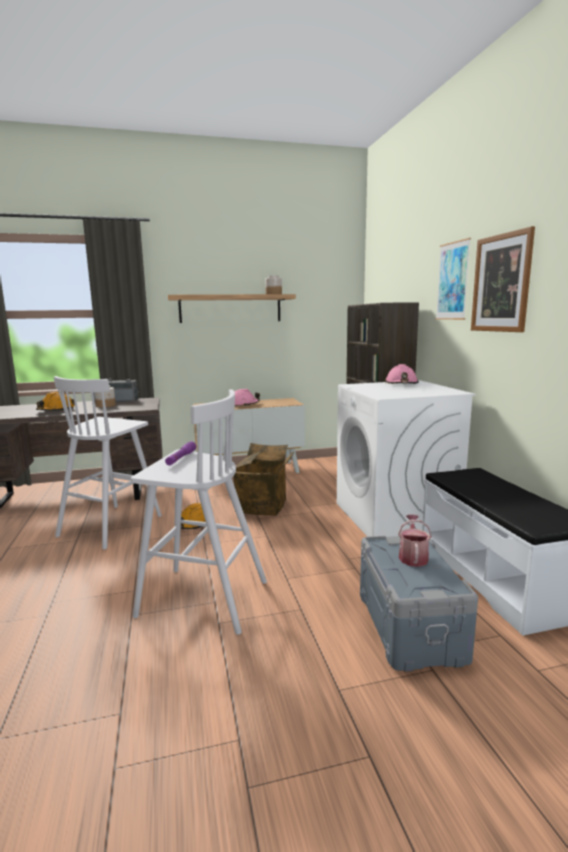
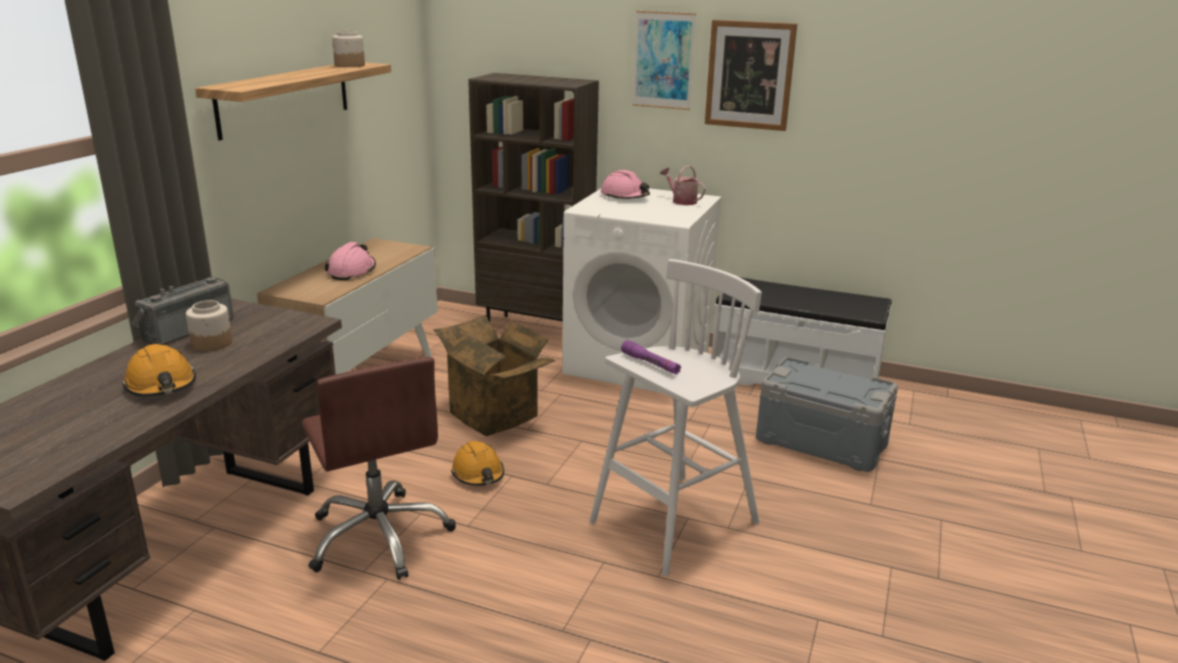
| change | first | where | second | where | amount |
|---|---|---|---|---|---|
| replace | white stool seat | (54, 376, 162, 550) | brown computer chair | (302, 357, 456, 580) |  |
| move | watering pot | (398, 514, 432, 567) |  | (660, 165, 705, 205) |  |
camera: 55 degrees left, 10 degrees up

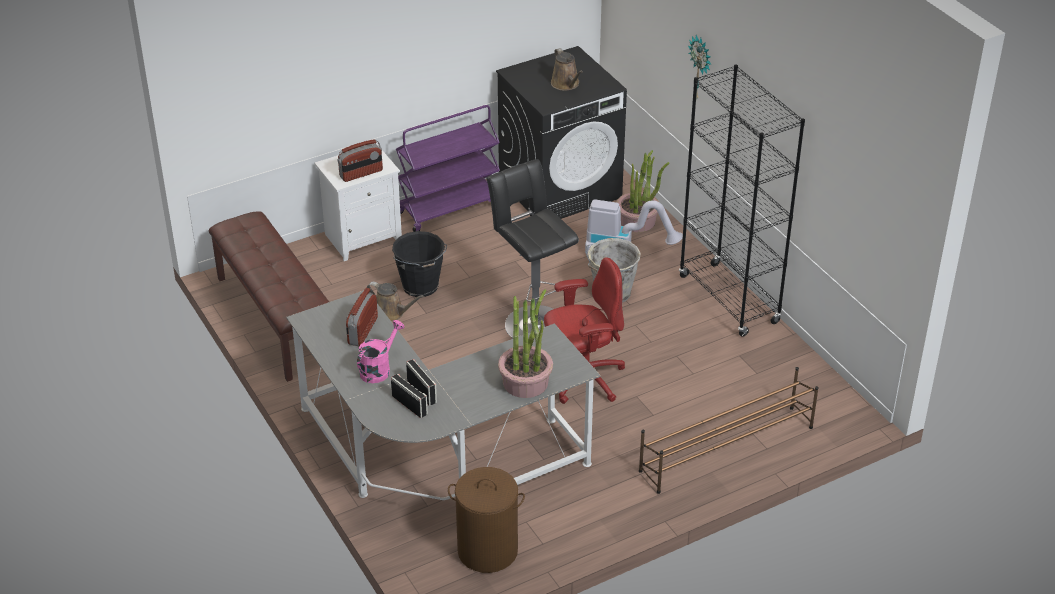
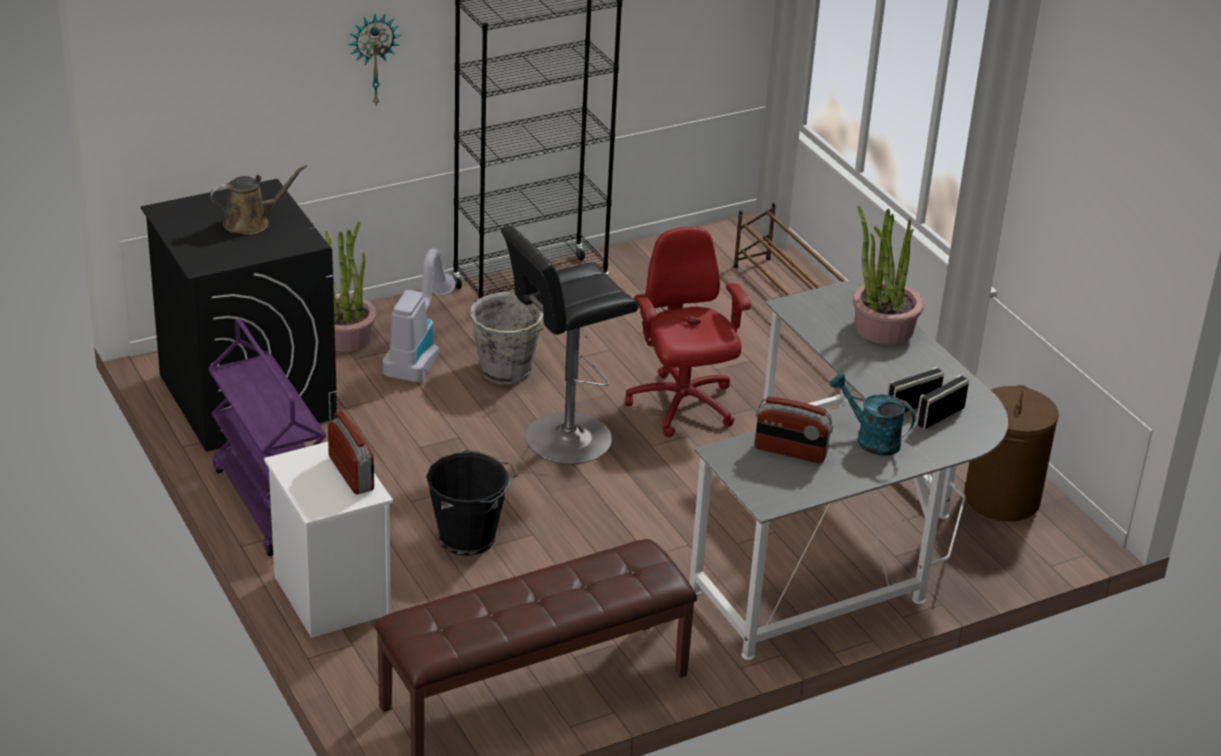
| change | first | where | second | where | amount |
|---|---|---|---|---|---|
| recolor | pinkish watering pot | (357, 320, 404, 383) | blue-green watering pot | (830, 373, 915, 456) |  |
| delete | brown watering pot | (367, 282, 424, 322) |  |  |  |
camera: 90 degrees left, 5 degrees down

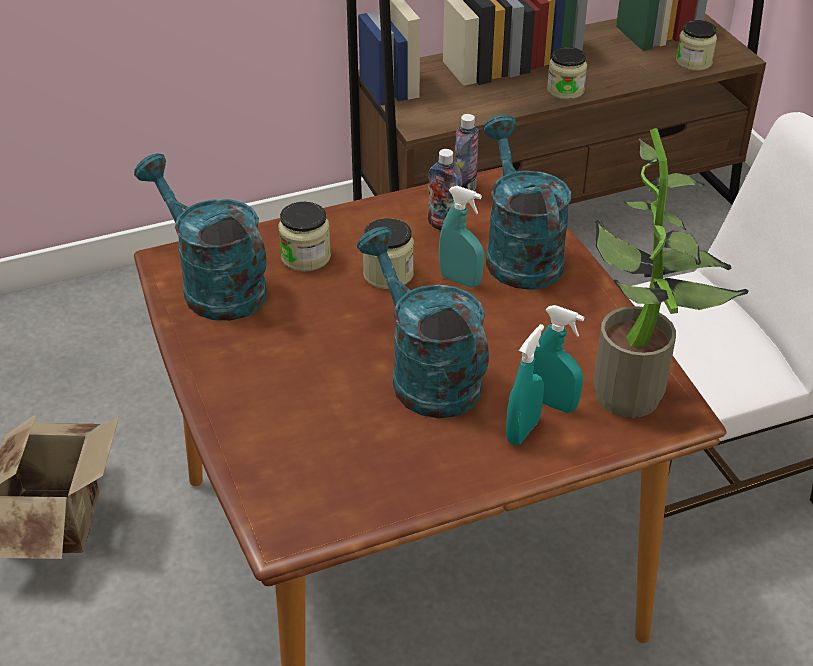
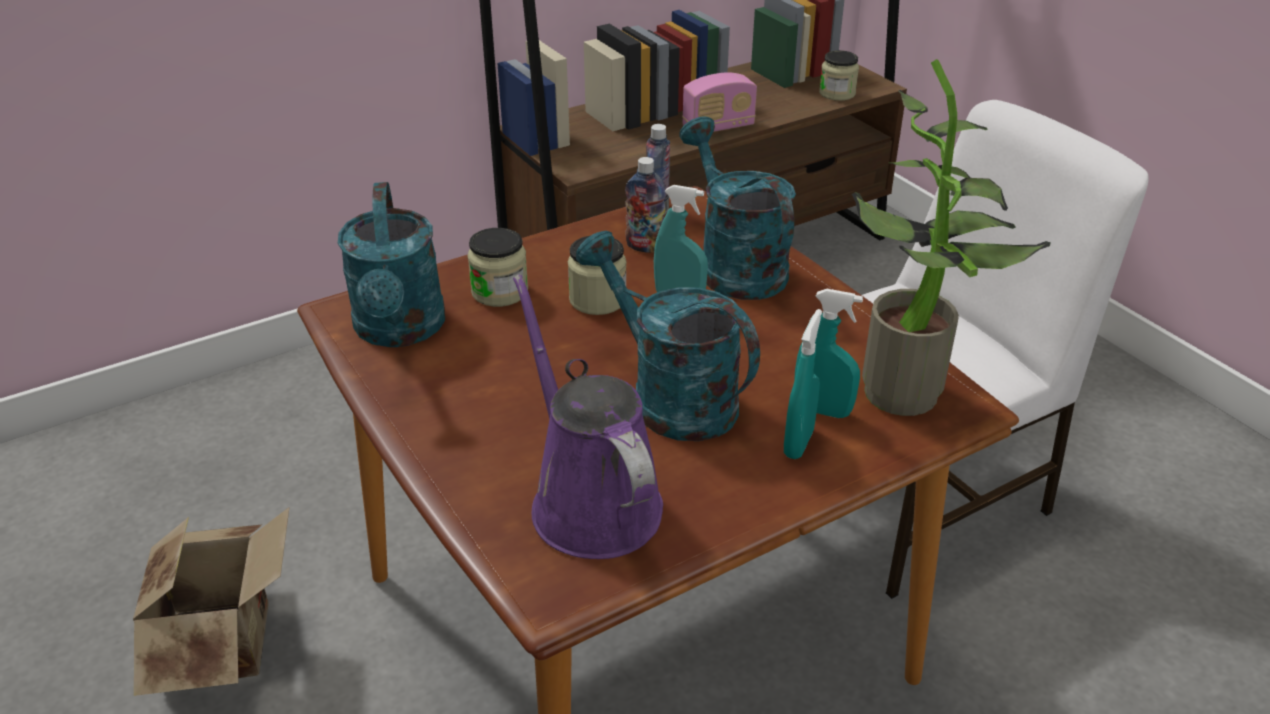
| change | first | where | second | where | amount |
|---|---|---|---|---|---|
| rotate | blue-green watering pot | (134, 153, 267, 321) |  | (338, 182, 445, 347) | 135 degrees counterclockwise |
| insert |  |  | purplish watering pot | (513, 274, 663, 559) |  |
| replace | storage jar | (547, 47, 587, 100) | radio | (682, 72, 757, 132) |  |
camera: 10 degrees left, 5 degrees down

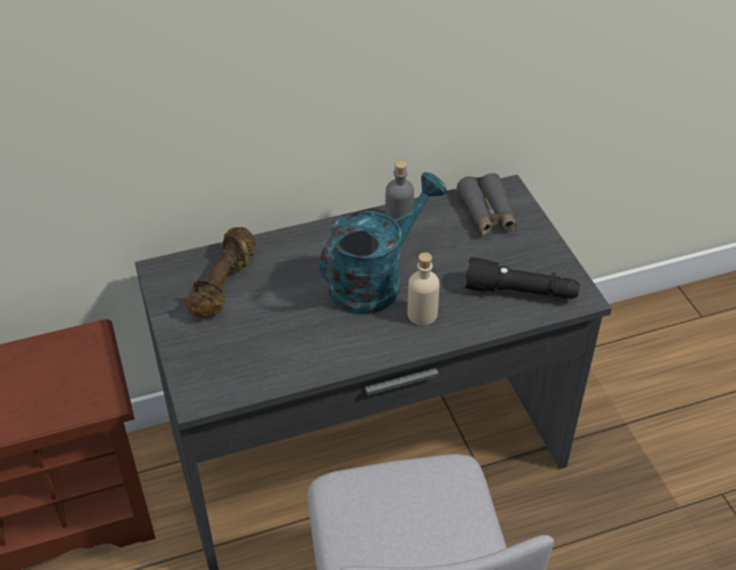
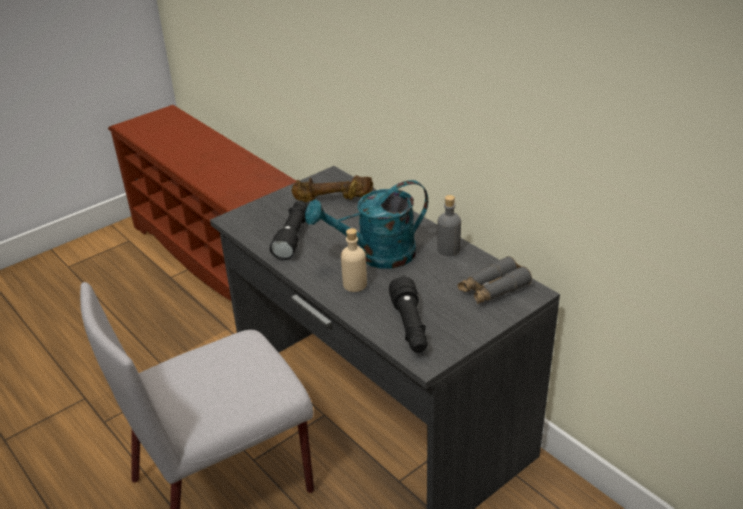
| change | first | where | second | where | amount |
|---|---|---|---|---|---|
| insert |  |  | blackish torch | (270, 201, 307, 260) |  |
| rotate | blue-green watering pot | (320, 172, 447, 314) |  | (305, 180, 428, 269) | 135 degrees clockwise |
camera: 70 degrees right, 10 degrees down

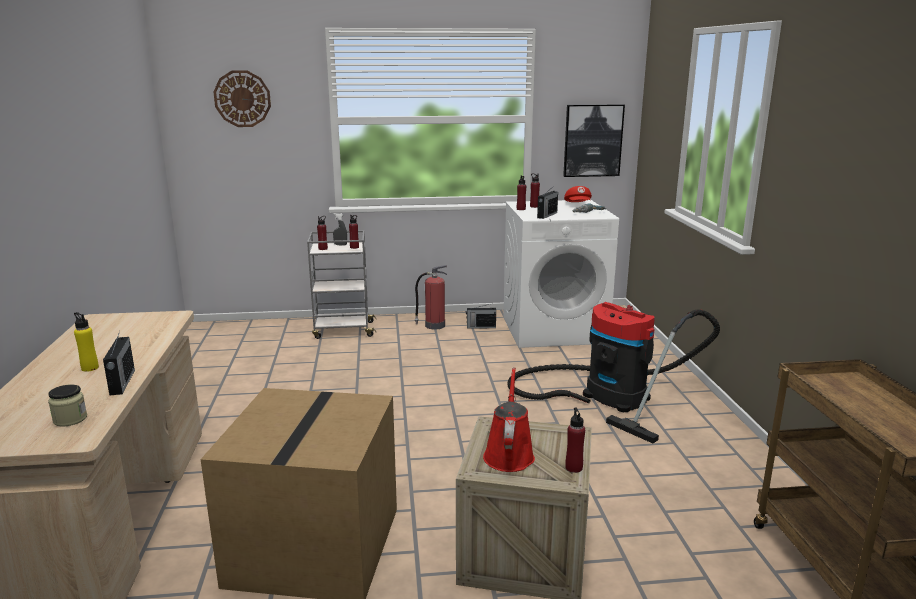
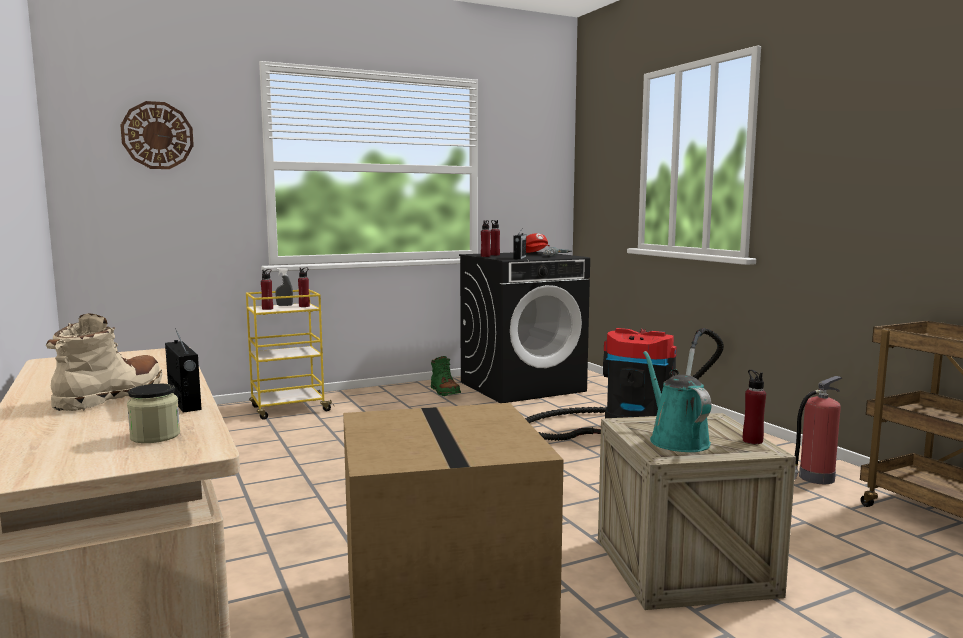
| change | first | where | second | where | amount |
|---|---|---|---|---|---|
| replace | yellow beverage bottle | (74, 312, 99, 372) | beige high-top boot | (46, 313, 163, 411) |  |
| recolor | greyish wheeled cart | (307, 230, 376, 339) | yellow wheeled cart | (246, 289, 334, 420) |  |
| replace | radio | (466, 304, 496, 329) | green-coloured high-top boot | (431, 356, 461, 396) |  |
| recolor | white laundry appliance | (503, 200, 619, 348) | blackish laundry appliance | (459, 252, 590, 403) |  |
| recolor | reddish watering pot | (483, 367, 535, 472) | blue-green watering pot | (643, 351, 711, 452) |  |
| move | extinguisher | (415, 265, 447, 330) |  | (794, 376, 843, 484) |  |
| delete | picture | (563, 104, 625, 177) |  |  |  |
camera: 20 degrees left, 10 degrees down

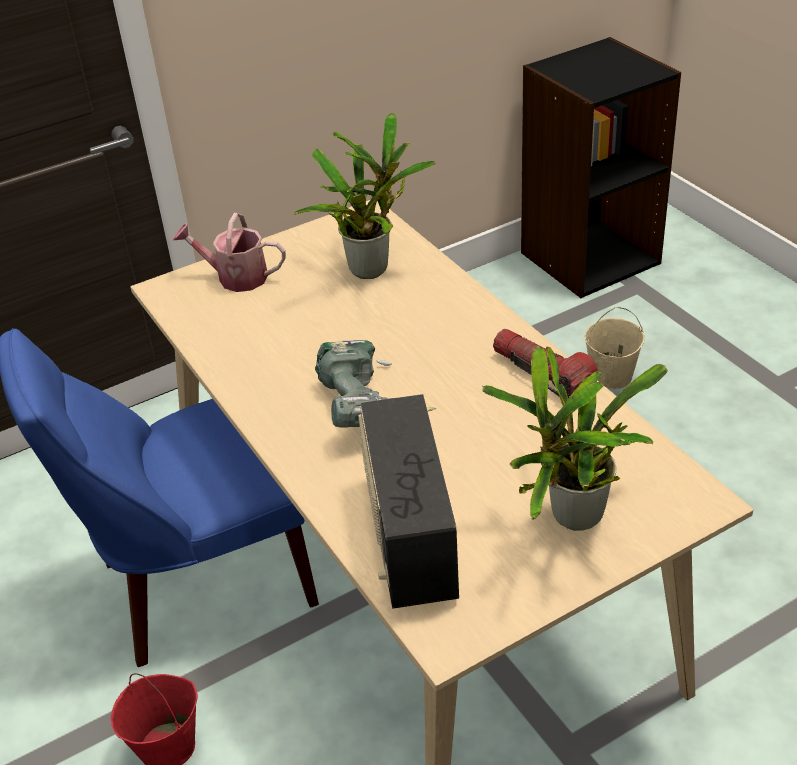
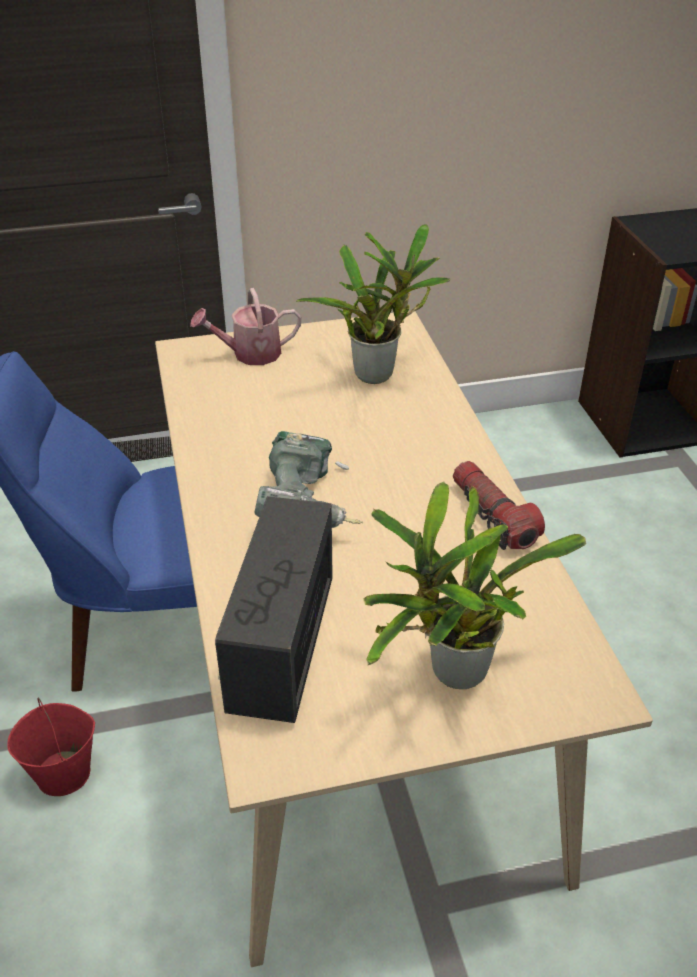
| change | first | where | second | where | amount |
|---|---|---|---|---|---|
| rotate | watering pot | (173, 213, 286, 292) |  | (190, 288, 301, 365) | 45 degrees counterclockwise |
| delete | beige bucket | (585, 307, 644, 389) |  |  |  |
camera: 15 degrees right, 0 degrees up

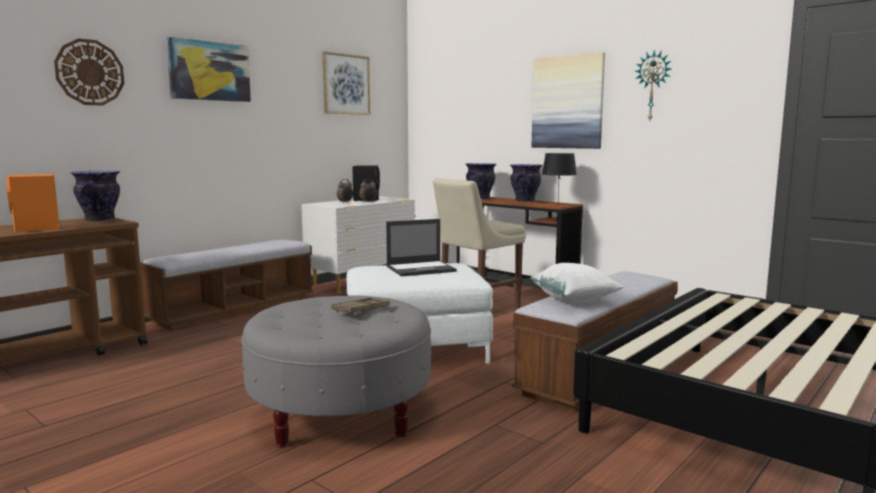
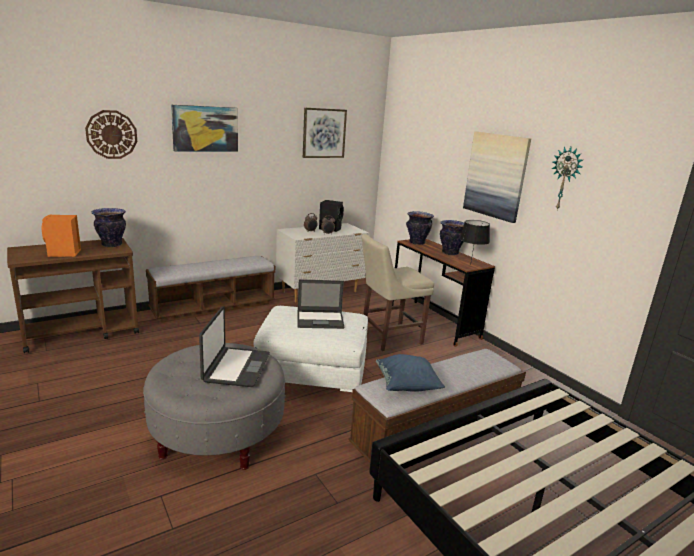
| change | first | where | second | where | amount |
|---|---|---|---|---|---|
| replace | brown tray | (331, 297, 390, 315) | portable computer | (199, 306, 270, 387) |  |
| recolor | white pillow | (530, 263, 624, 302) | bluish pillow | (376, 354, 445, 392) |  |
camera: 15 degrees right, 10 degrees up

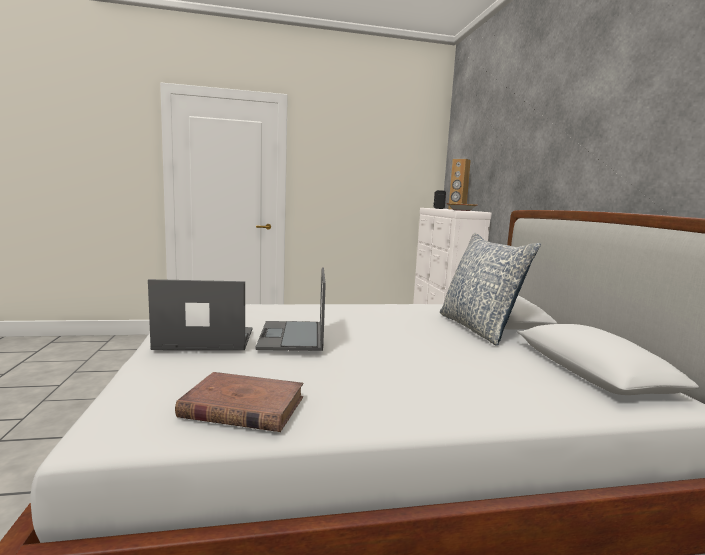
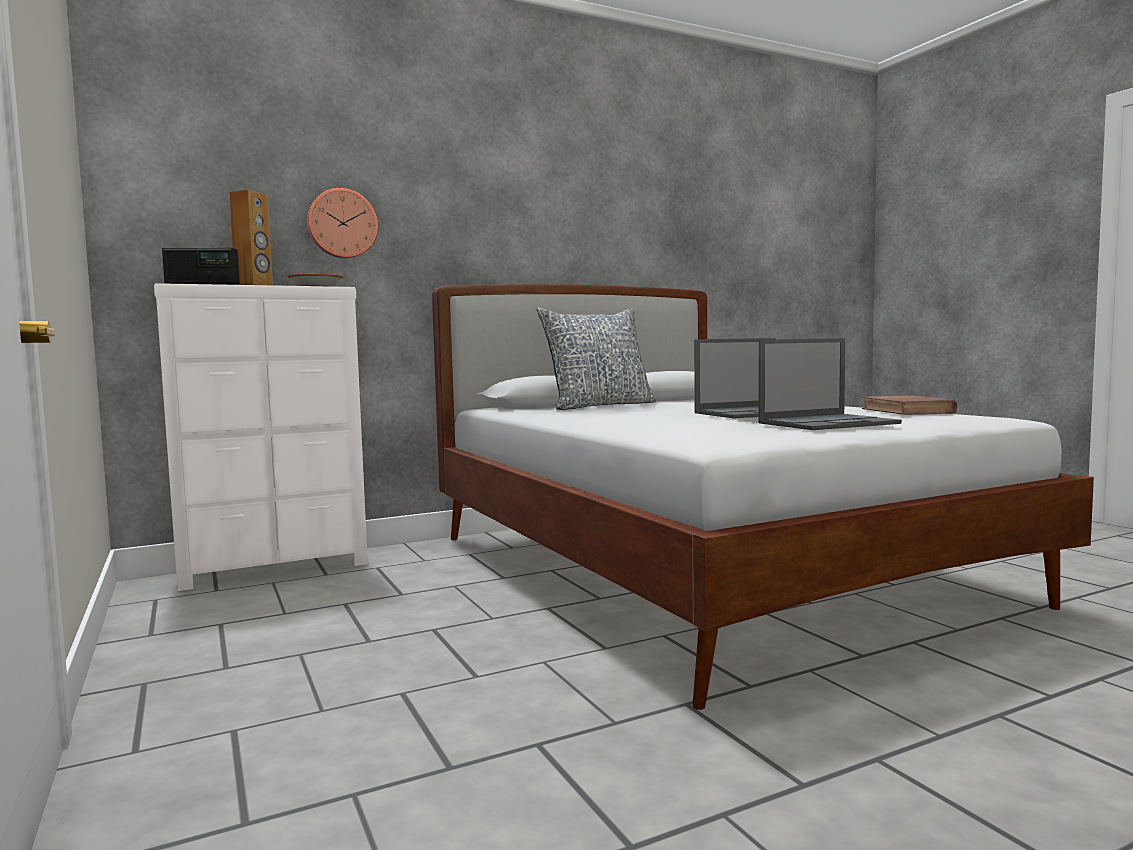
| change | first | where | second | where | amount |
|---|---|---|---|---|---|
| insert |  |  | clock on the wall | (307, 188, 378, 258) |  |
| rotate | portable computer | (148, 279, 252, 350) |  | (758, 338, 902, 430) | 90 degrees counterclockwise |
camera: 105 degrees left, 5 degrees down

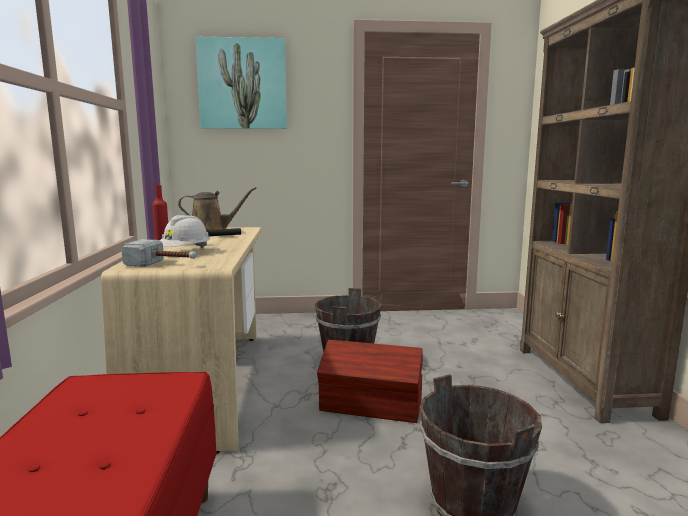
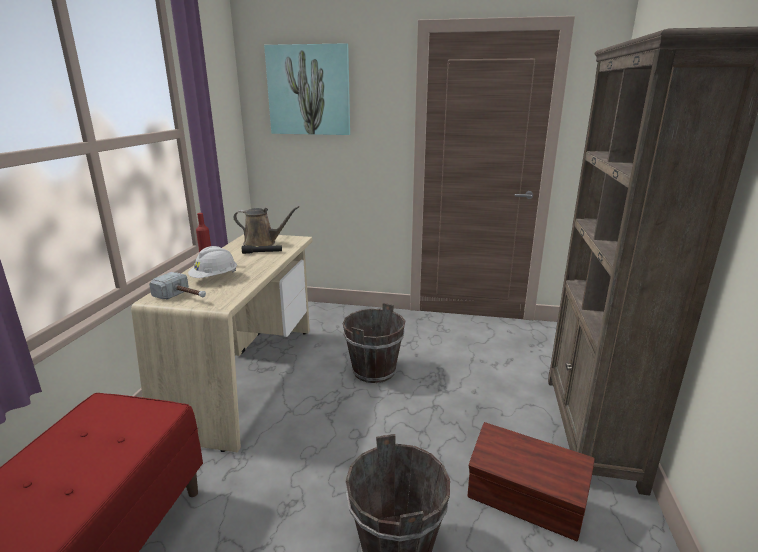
| change | first | where | second | where | amount |
|---|---|---|---|---|---|
| move | brown storage container | (317, 340, 423, 423) |  | (468, 422, 594, 541) |  |
camera: 15 degrees right, 10 degrees up

